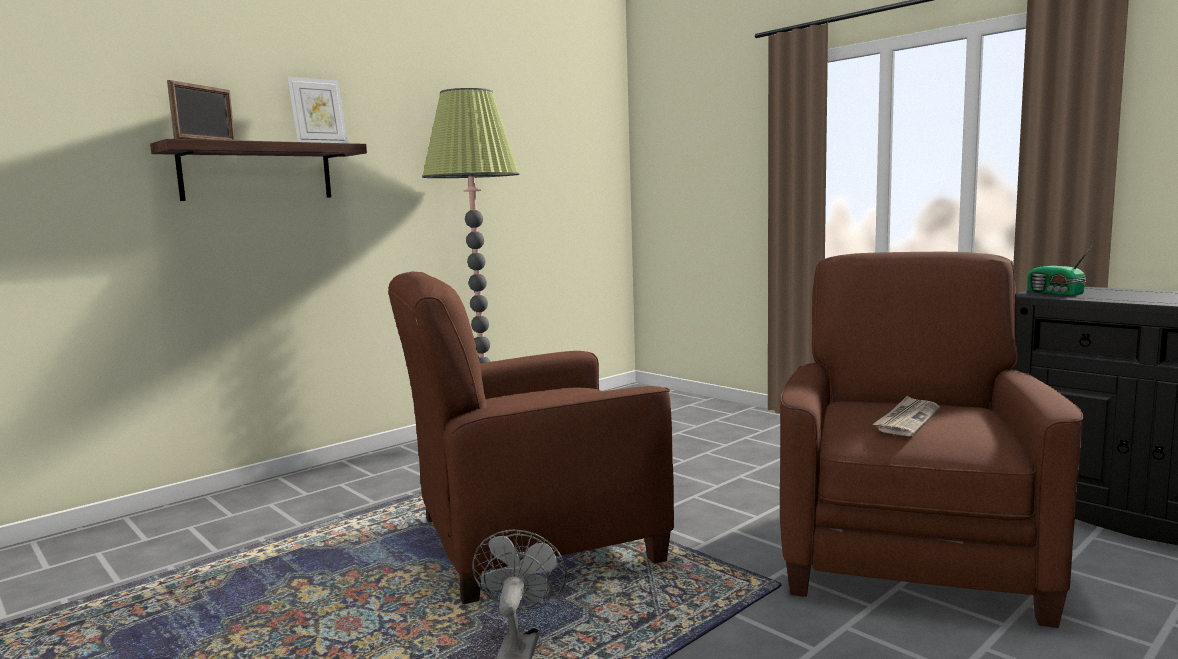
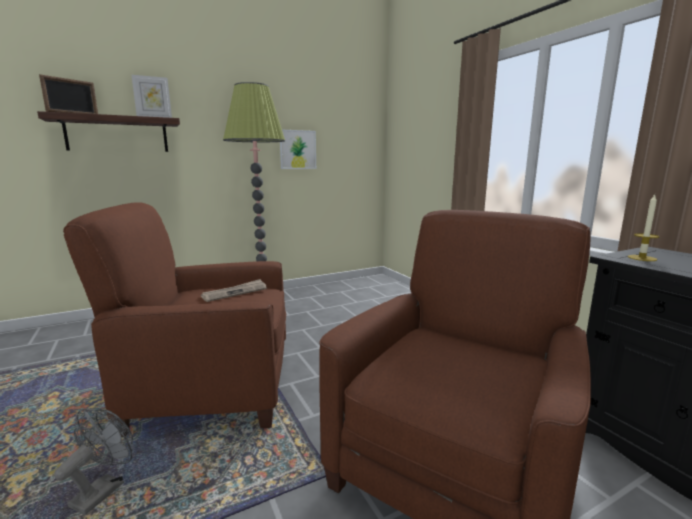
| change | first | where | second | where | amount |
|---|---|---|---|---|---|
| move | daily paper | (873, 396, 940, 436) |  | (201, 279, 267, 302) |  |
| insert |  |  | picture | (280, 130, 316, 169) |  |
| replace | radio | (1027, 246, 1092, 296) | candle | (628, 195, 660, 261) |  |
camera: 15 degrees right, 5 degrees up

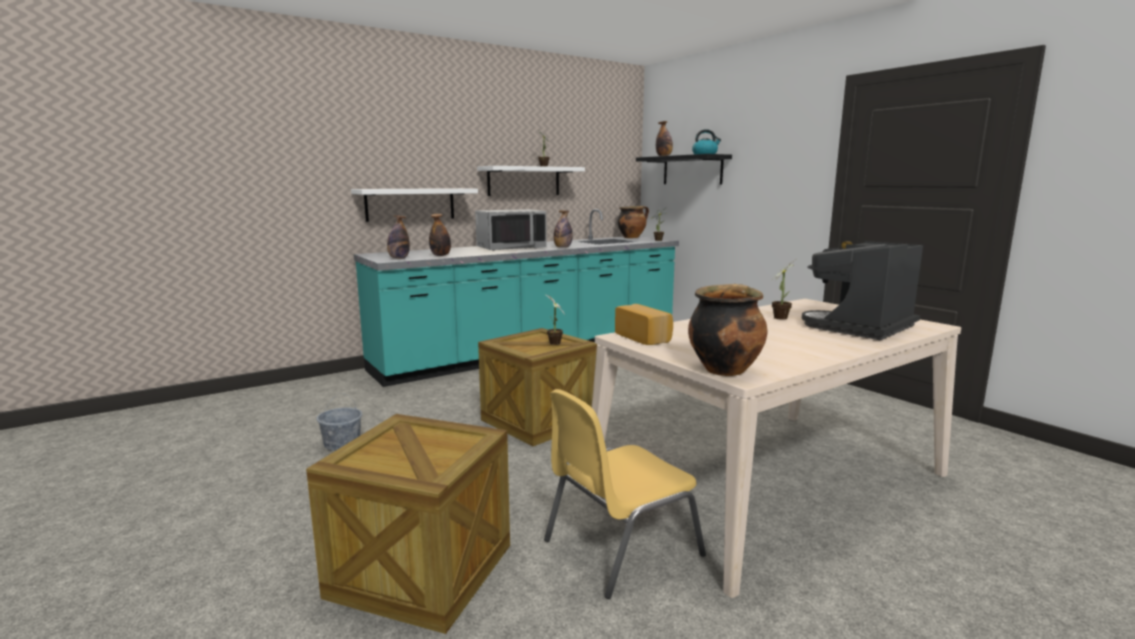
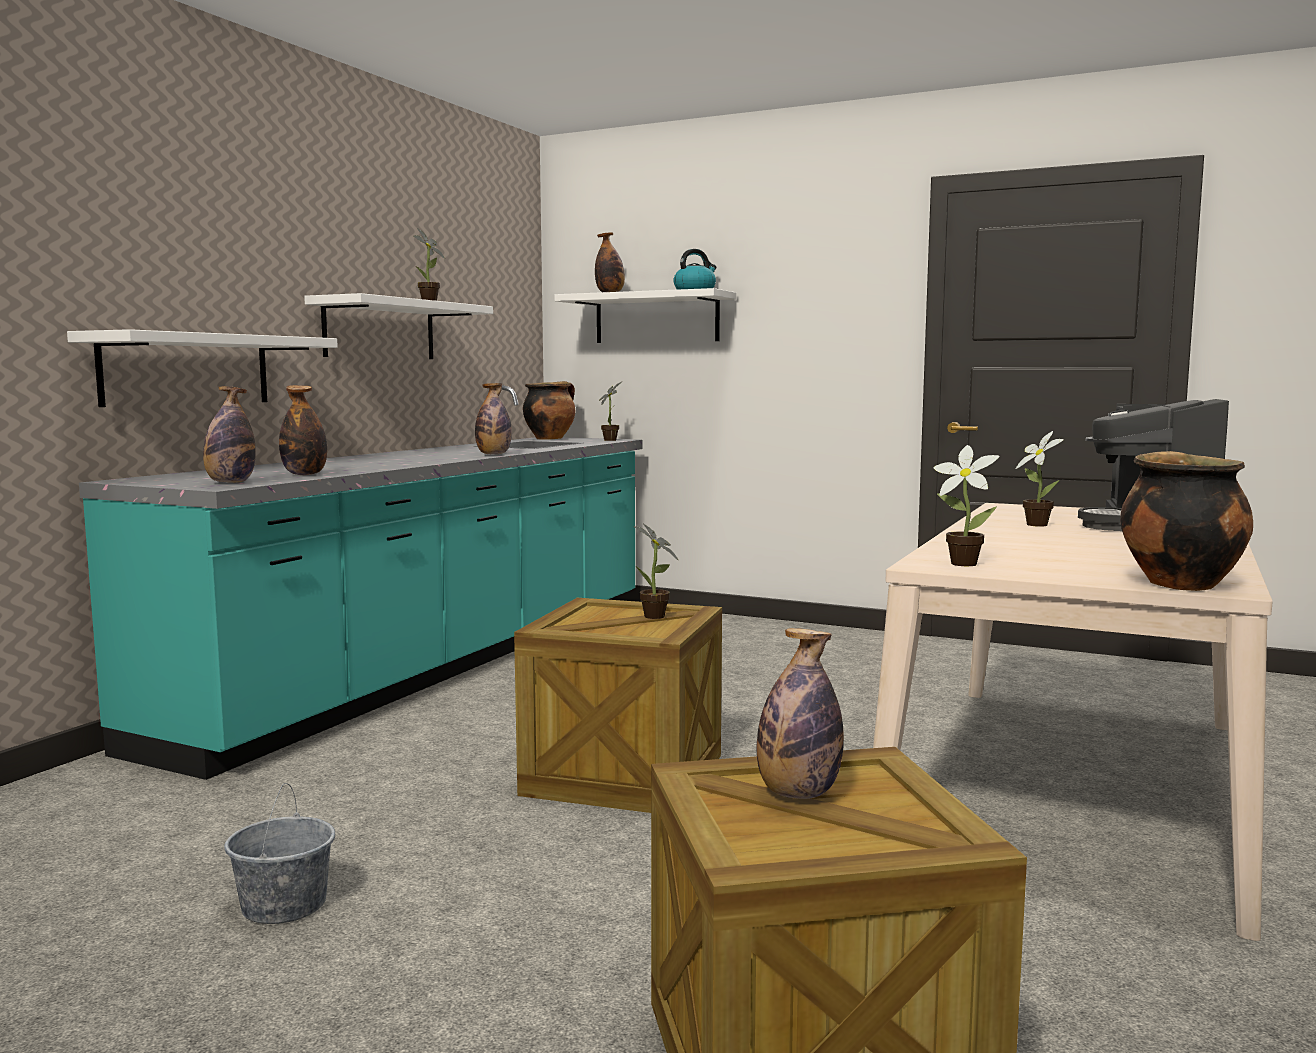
| change | first | where | second | where | amount |
|---|---|---|---|---|---|
| recolor | blackish shelf | (636, 154, 732, 184) | white shelf | (554, 288, 736, 343) |  |
| insert |  |  | beverage bottle | (757, 628, 844, 799) |  |
| replace | baked bread | (615, 304, 673, 345) | potted plant | (933, 445, 1000, 566) |  |
| delete | greyish kitchen microwave | (475, 209, 547, 251) |  |  |  |
| delete | yellow upright chair | (544, 389, 706, 599) |  |  |  |
camera: 30 degrees left, 5 degrees down

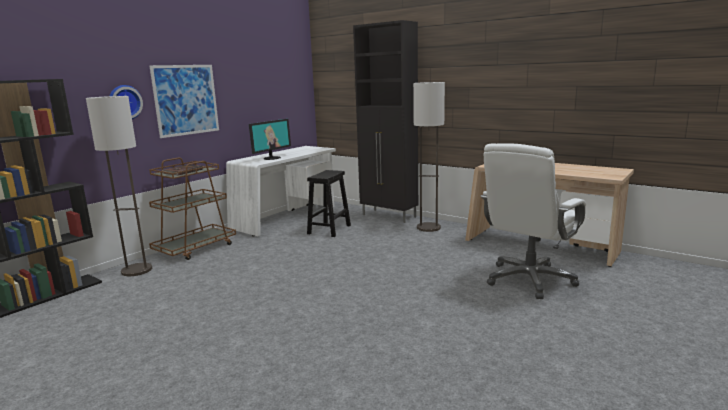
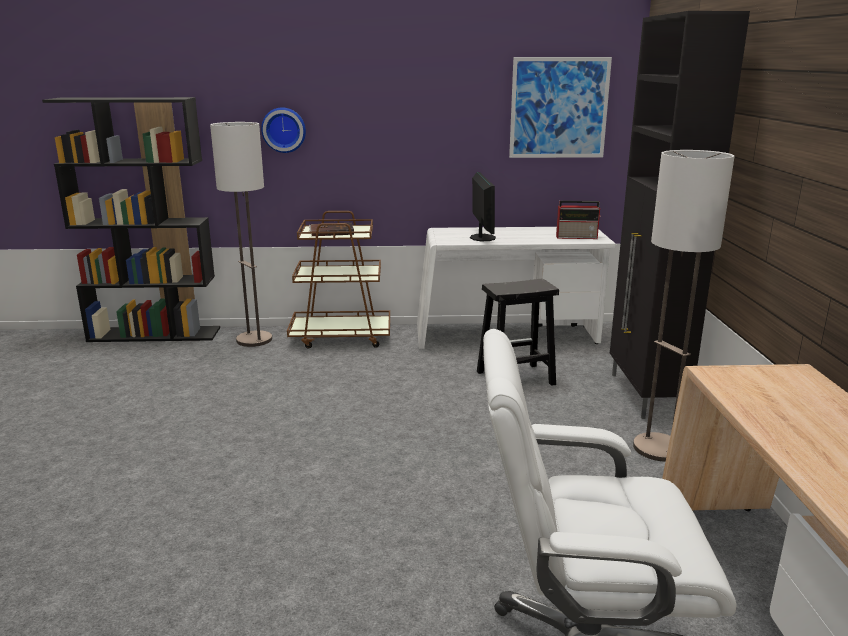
| change | first | where | second | where | amount |
|---|---|---|---|---|---|
| rotate | monitor | (249, 119, 291, 160) |  | (470, 172, 496, 241) | 90 degrees counterclockwise |
| move | picture | (149, 65, 219, 138) |  | (509, 57, 612, 158) |  |
| insert |  |  | radio | (556, 200, 601, 239) |  |
camera: 50 degrees right, 5 degrees up

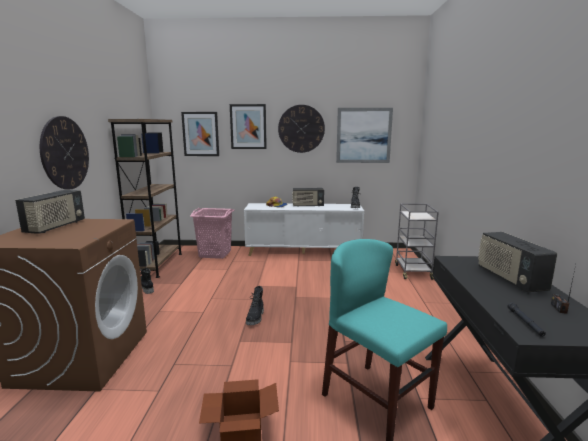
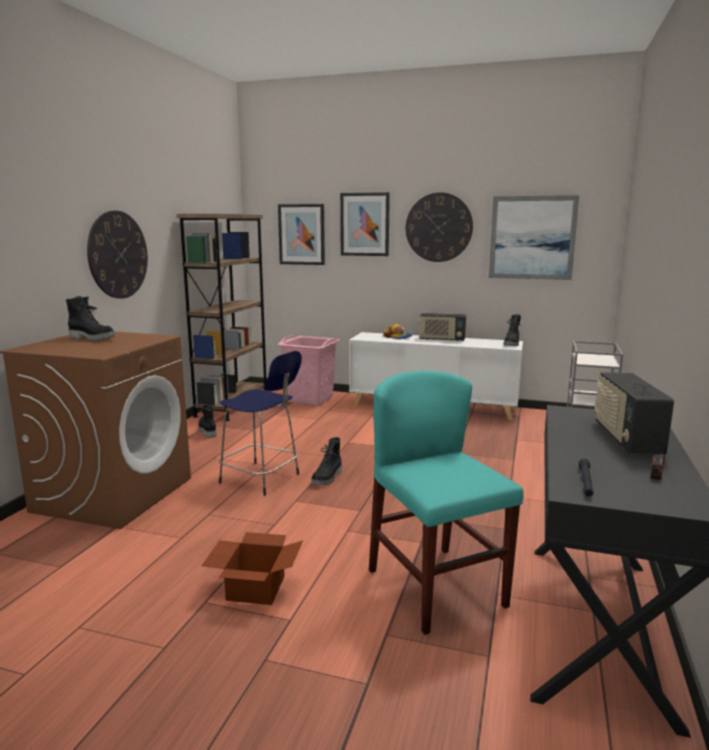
| change | first | where | second | where | amount |
|---|---|---|---|---|---|
| replace | radio | (15, 190, 85, 234) | blackish high-top boot | (66, 296, 115, 341) |  |
| insert |  |  | bluish stool seat | (219, 351, 302, 496) |  |
camera: 15 degrees right, 0 degrees up

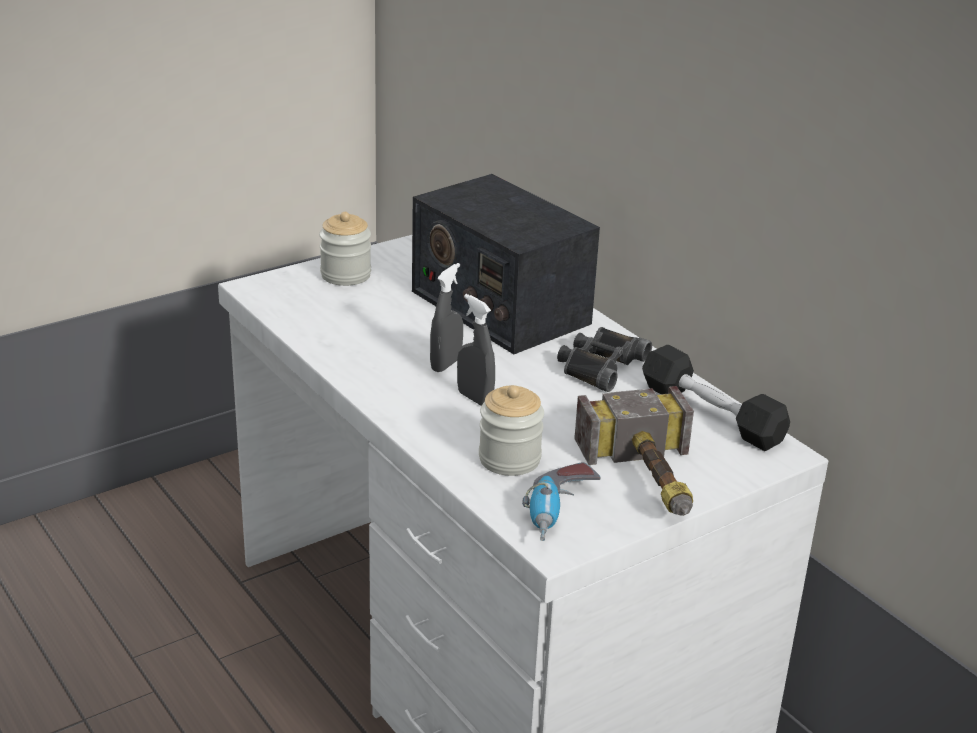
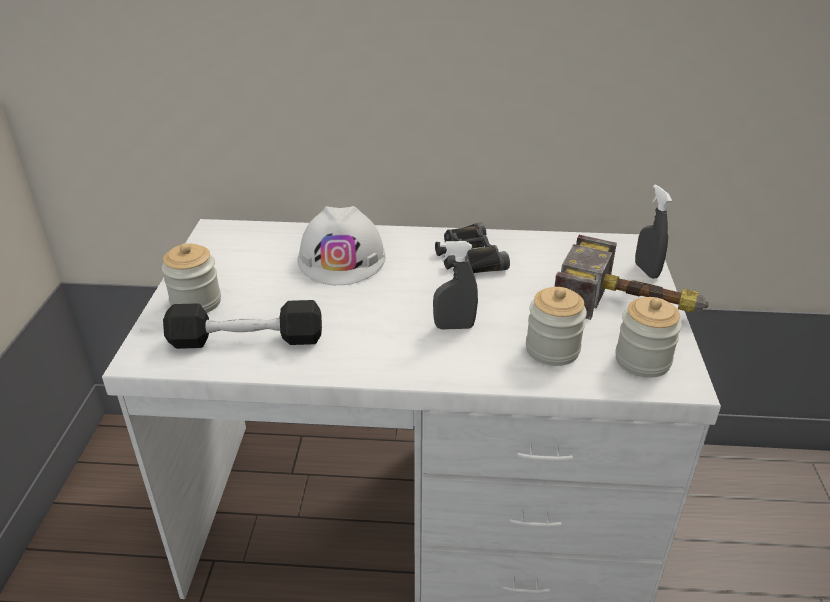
| change | first | where | second | where | amount |
|---|---|---|---|---|---|
| move | blackish free weight | (642, 345, 790, 451) |  | (163, 300, 322, 349) |  |
| replace | radio | (412, 174, 600, 354) | white hard hat | (297, 206, 386, 285) |  |
| replace | power drill | (522, 462, 600, 541) | storage jar | (615, 297, 682, 378) |  |
| move | greyish spray bottle | (430, 263, 463, 372) |  | (635, 184, 672, 279) |  |
camera: 50 degrees left, 5 degrees up

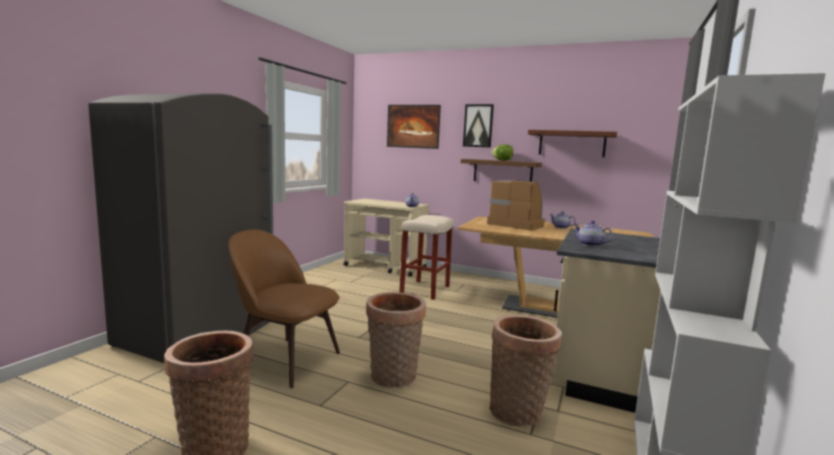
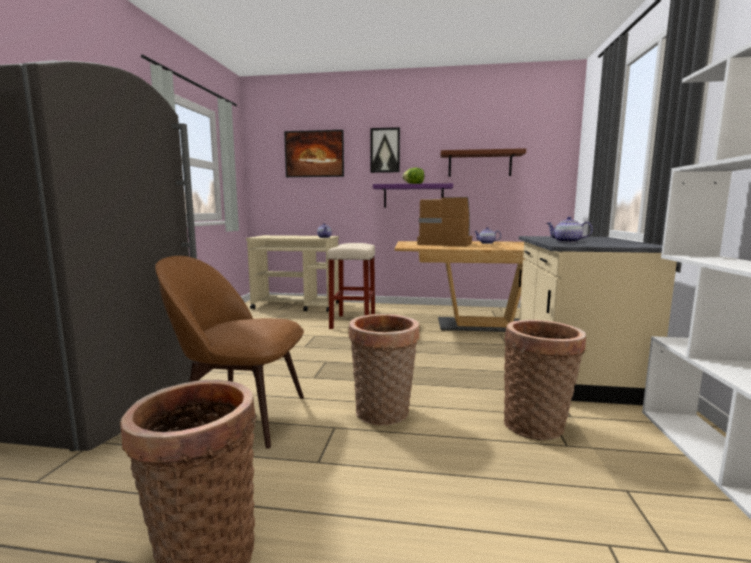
| change | first | where | second | where | amount |
|---|---|---|---|---|---|
| recolor | brown shelf | (461, 159, 542, 181) | purplish shelf | (373, 183, 453, 208) |  |
camera: 15 degrees left, 0 degrees up

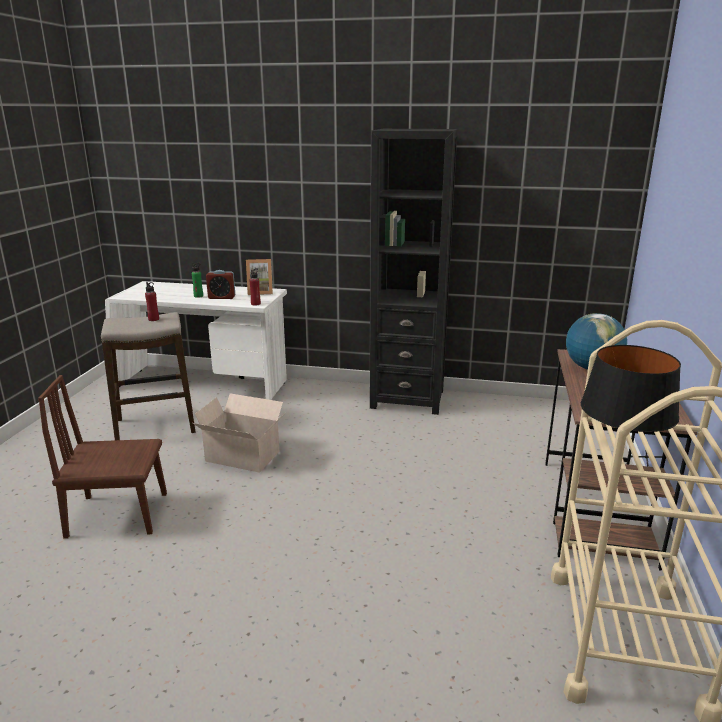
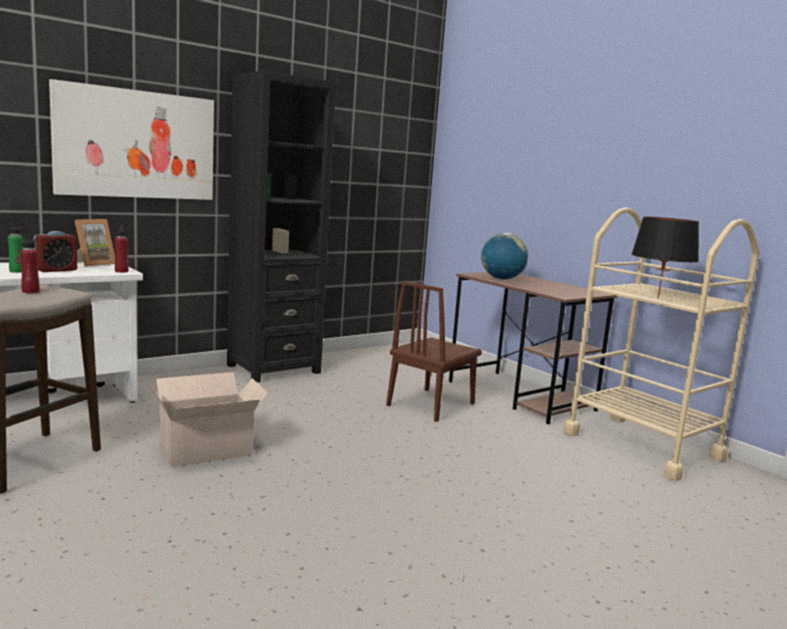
| change | first | where | second | where | amount |
|---|---|---|---|---|---|
| insert |  |  | picture | (49, 79, 214, 200) |  |
| move | brown upright chair | (38, 375, 167, 539) |  | (386, 281, 482, 422) |  |
camera: 50 degrees left, 10 degrees down

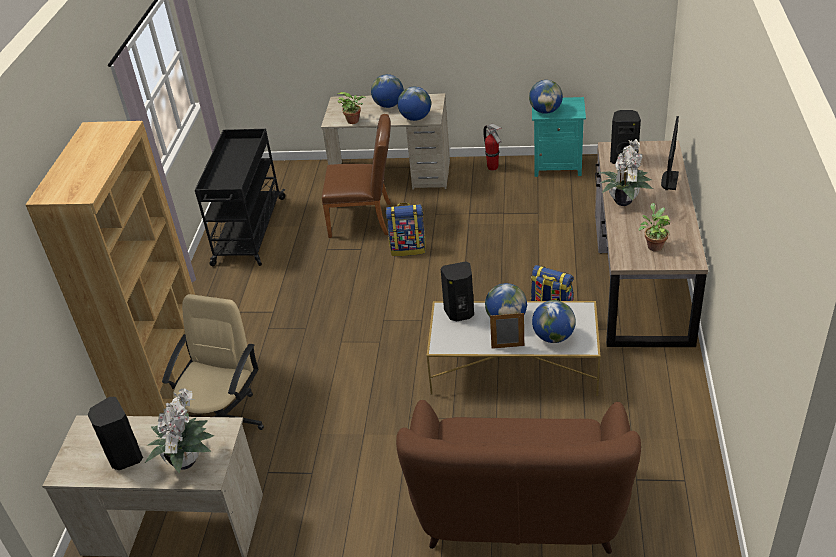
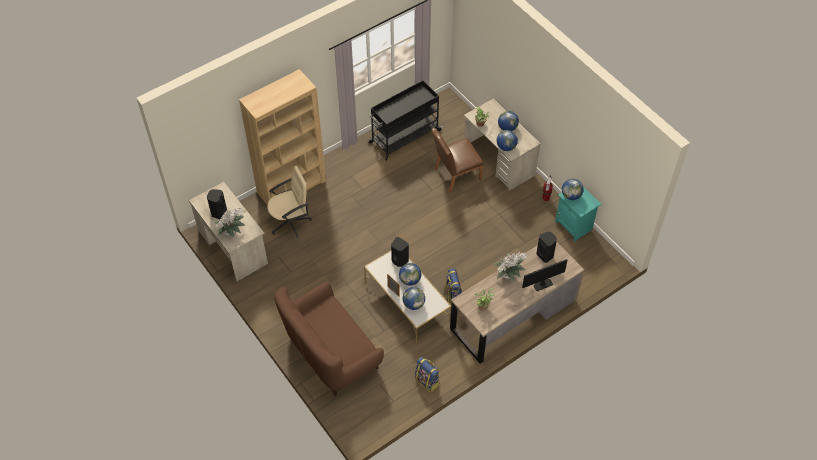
| change | first | where | second | where | amount |
|---|---|---|---|---|---|
| move | backpack | (385, 203, 426, 256) |  | (415, 357, 440, 393) |  |
| rotate | brown upright chair | (322, 114, 391, 238) |  | (431, 128, 483, 193) | 105 degrees clockwise |
camera: 45 degrees right, 15 degrees up

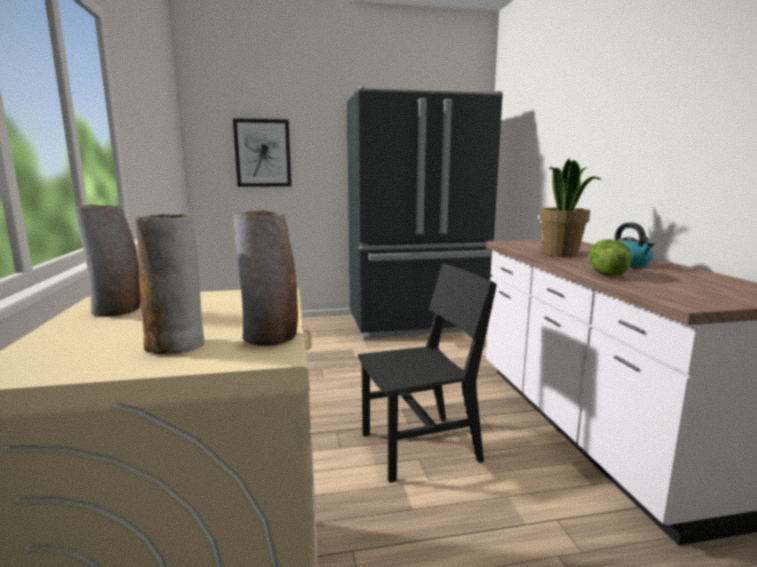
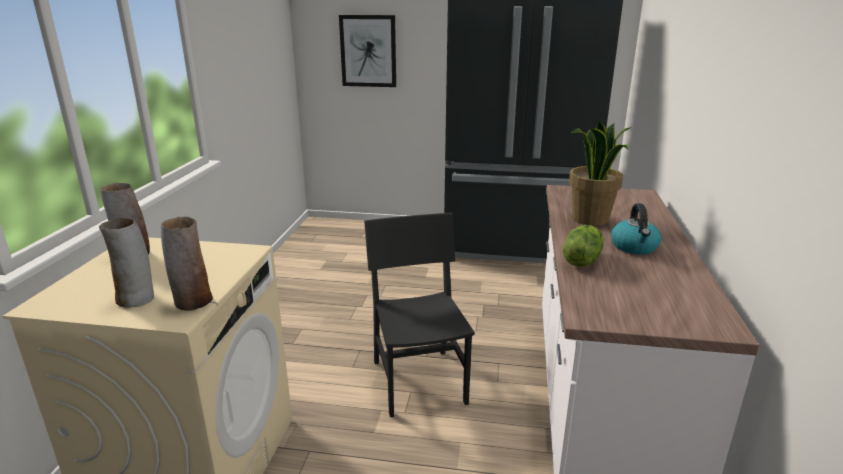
| change | first | where | second | where | amount |
|---|---|---|---|---|---|
| rotate | blackish upright chair | (358, 263, 497, 483) |  | (364, 213, 475, 418) | 105 degrees counterclockwise |
camera: 20 degrees right, 10 degrees up

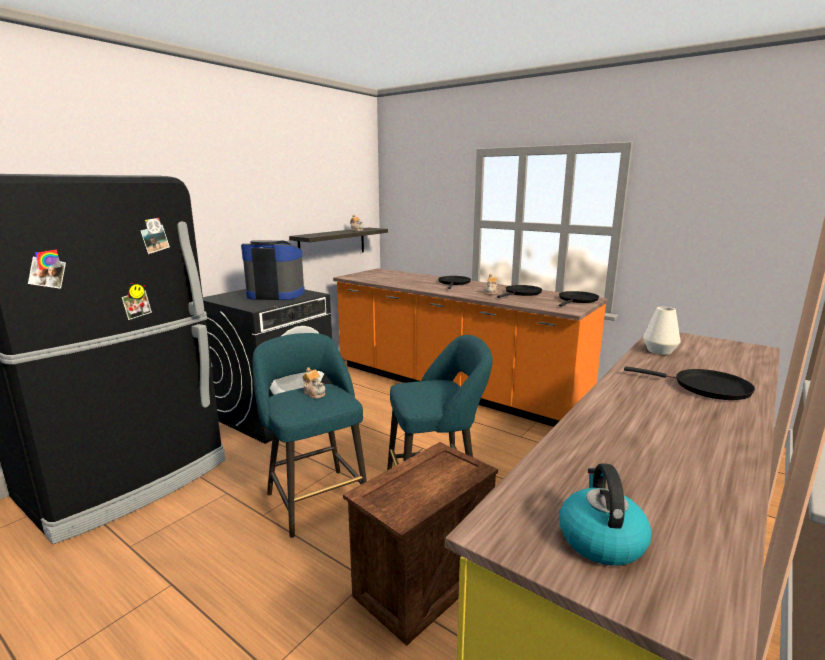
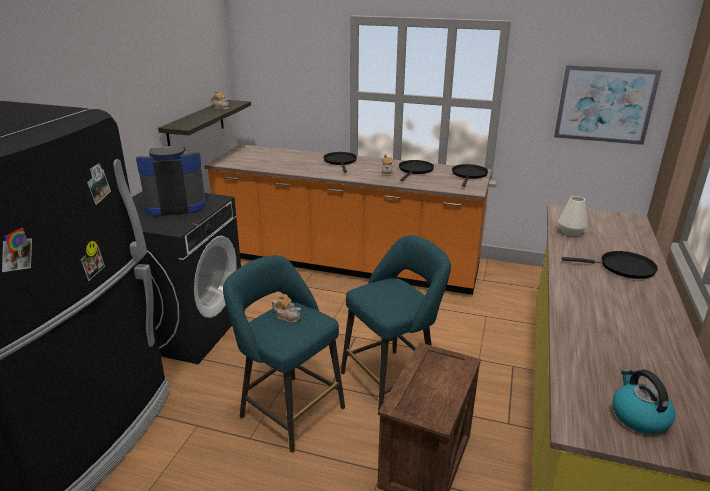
| change | first | where | second | where | amount |
|---|---|---|---|---|---|
| insert |  |  | picture | (554, 65, 662, 145) |  |
camera: 20 degrees left, 10 degrees up

